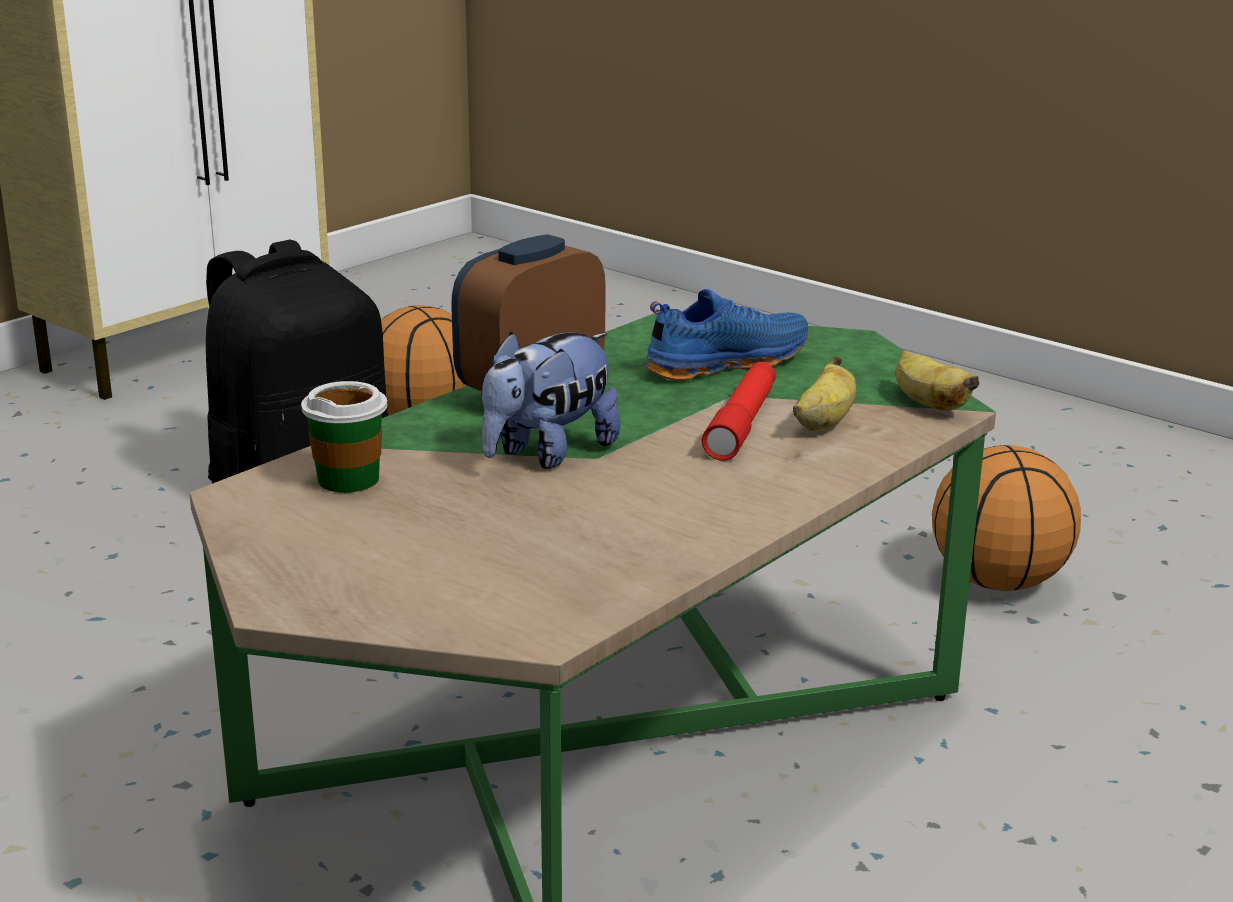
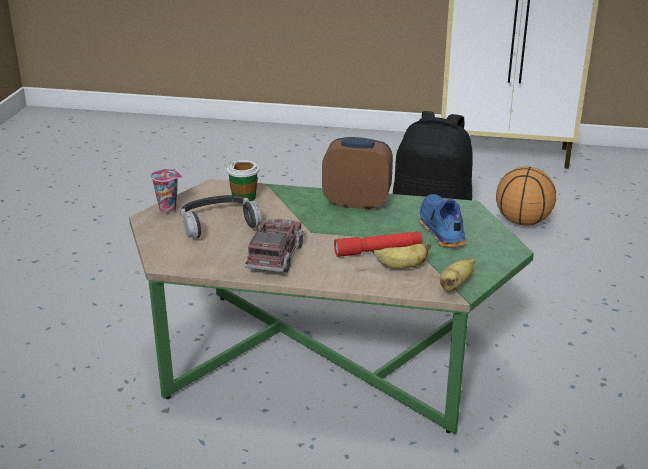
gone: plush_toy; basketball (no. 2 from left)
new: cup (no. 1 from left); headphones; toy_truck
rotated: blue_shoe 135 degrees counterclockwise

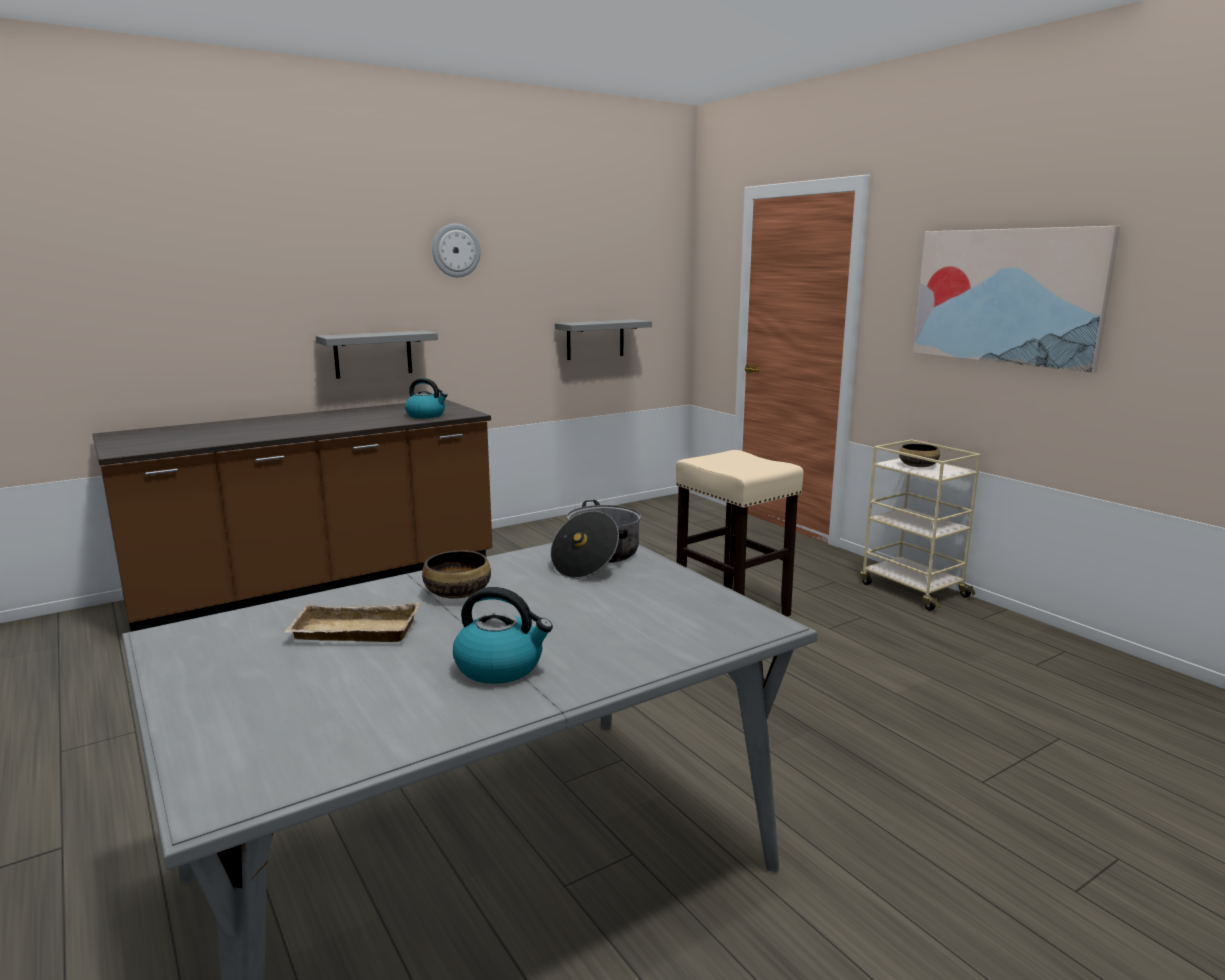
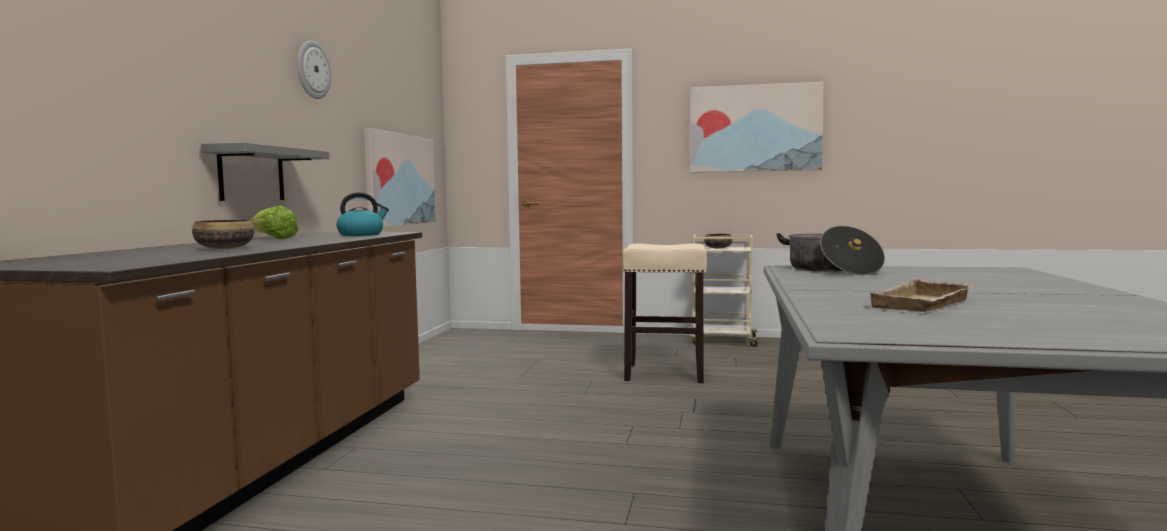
gone: kettle (no. 2 from left)
new: lettuce
shifted: bowl (no. 1 from left)
swapped: grey_shelf (no. 2 from left) to picture (no. 1 from left)

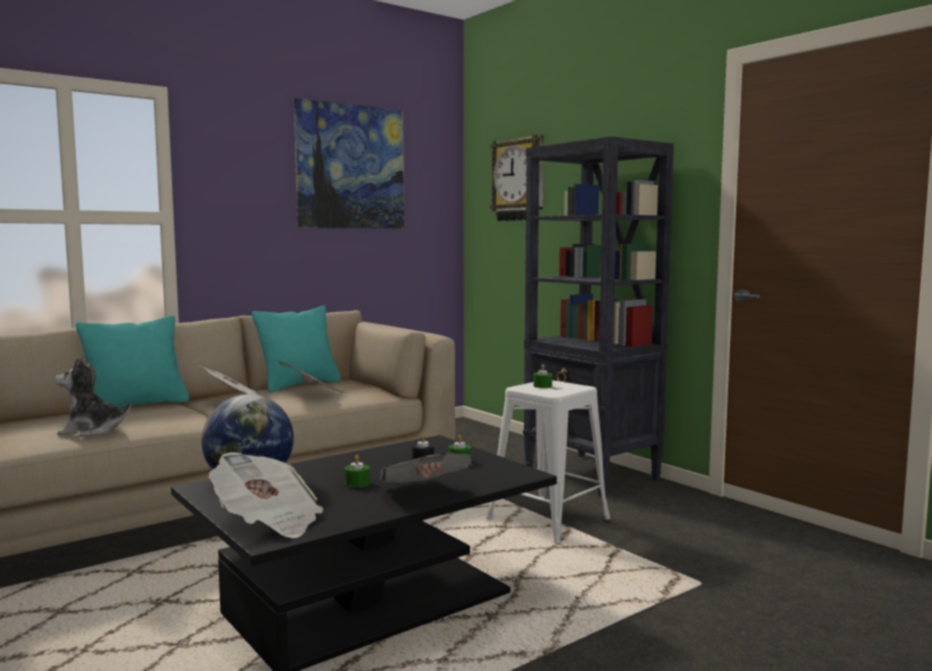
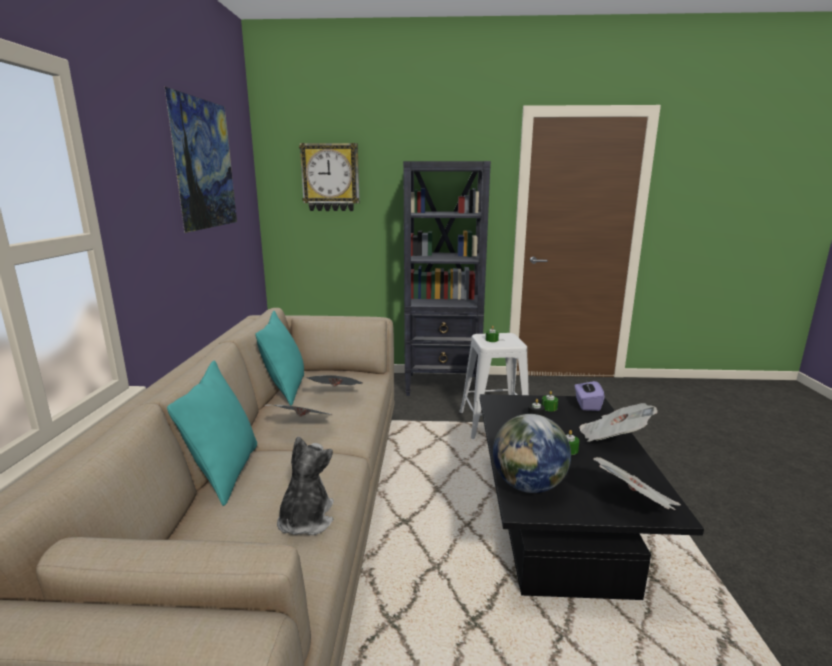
new: purple_tissue_box
rotated: plush_toy 150 degrees clockwise

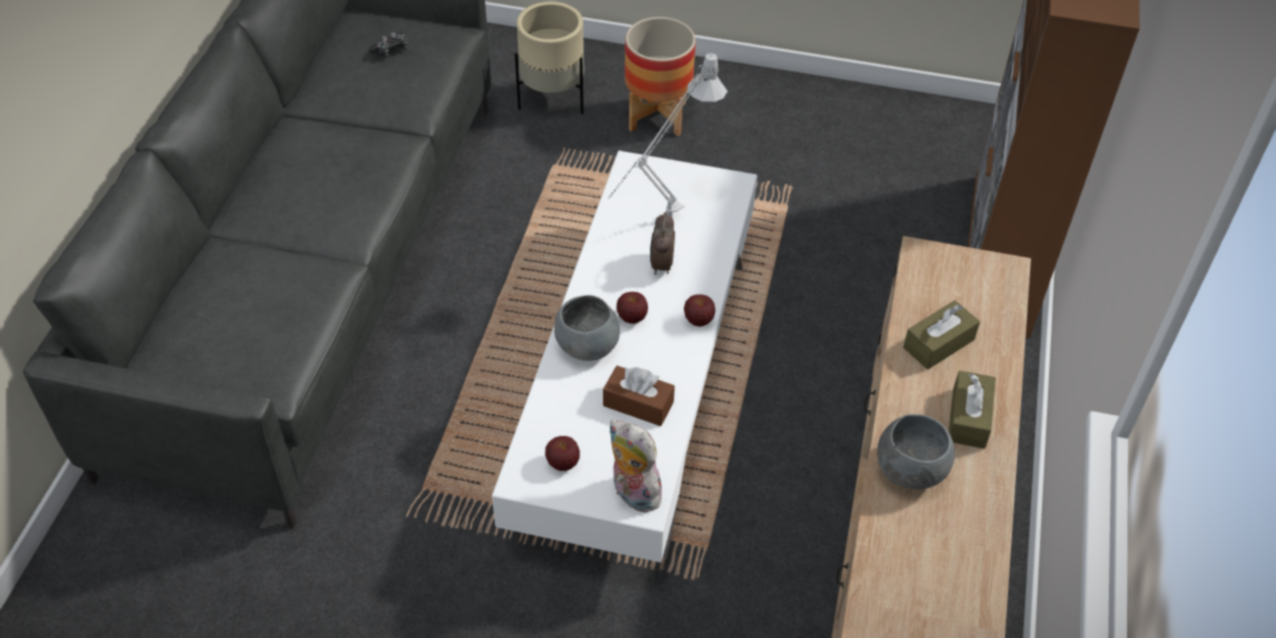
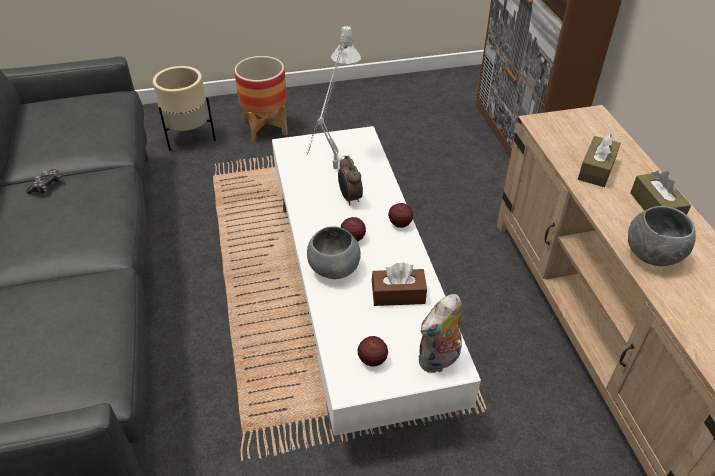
shifted: game_controller
rotated: plush_toy 60 degrees counterclockwise

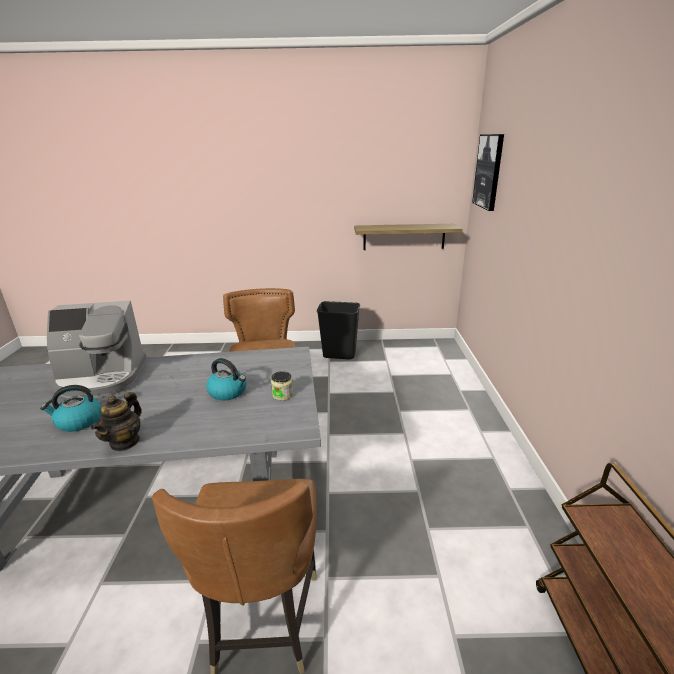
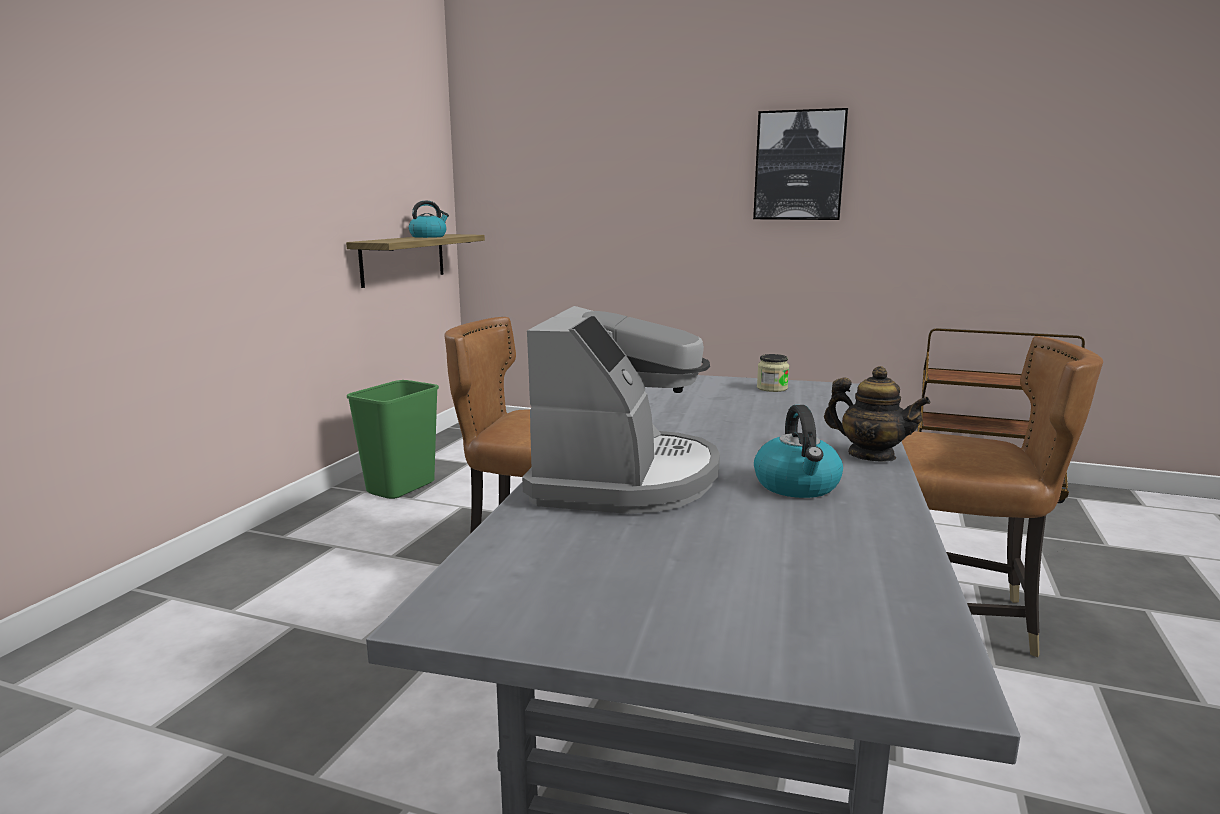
shifted: picture; kettle (no. 2 from left in the first image) to kettle (no. 1 from left)
repainted: black_trash_can to green_trash_can

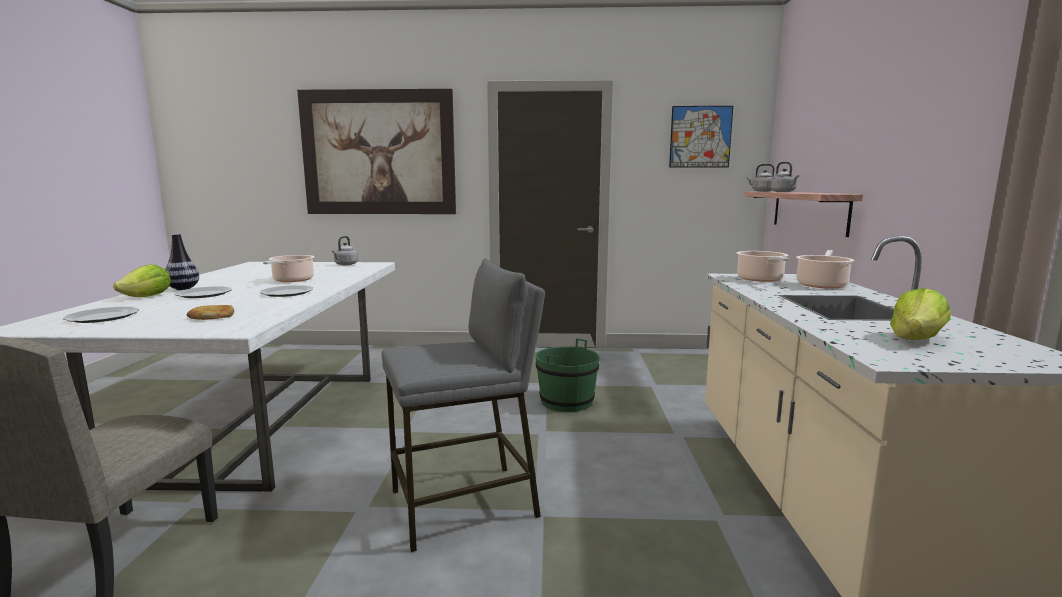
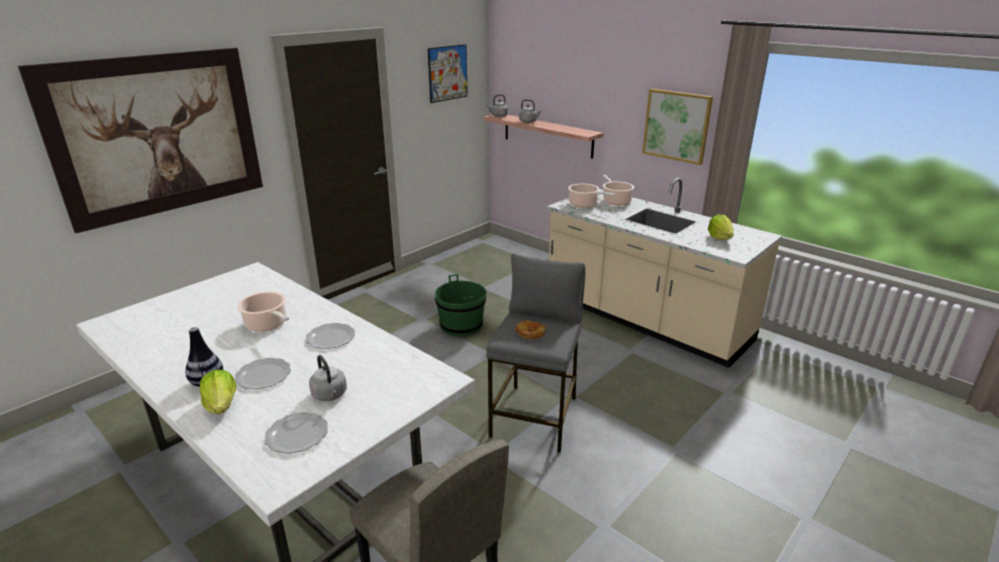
new: picture (no. 3 from left)
shifted: grey_kettle (no. 1 from left); bread

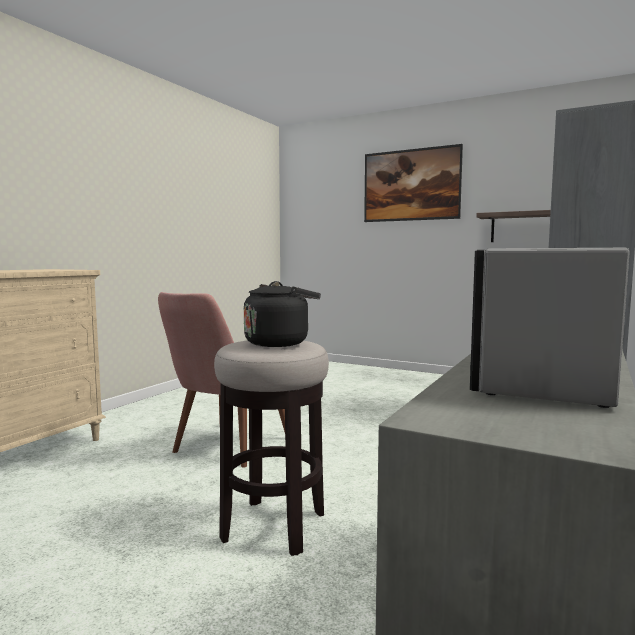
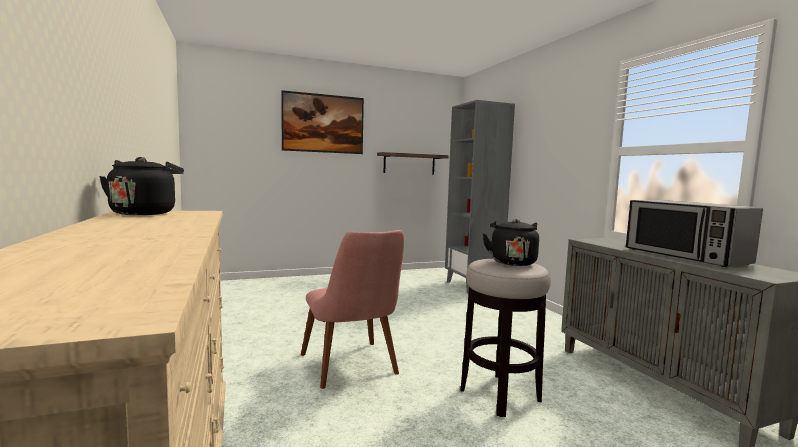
new: black_kettle (no. 1 from left)

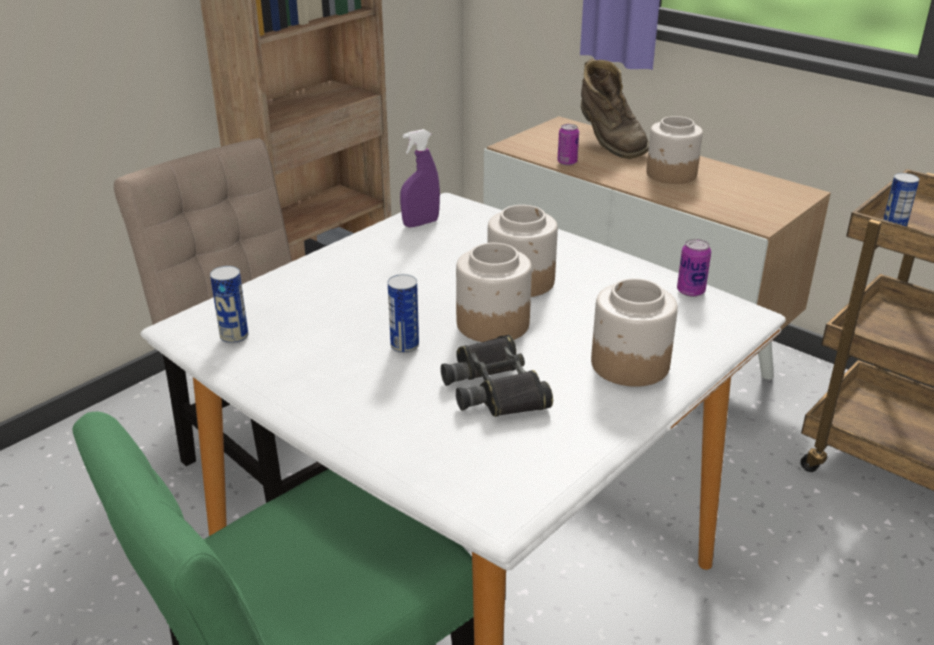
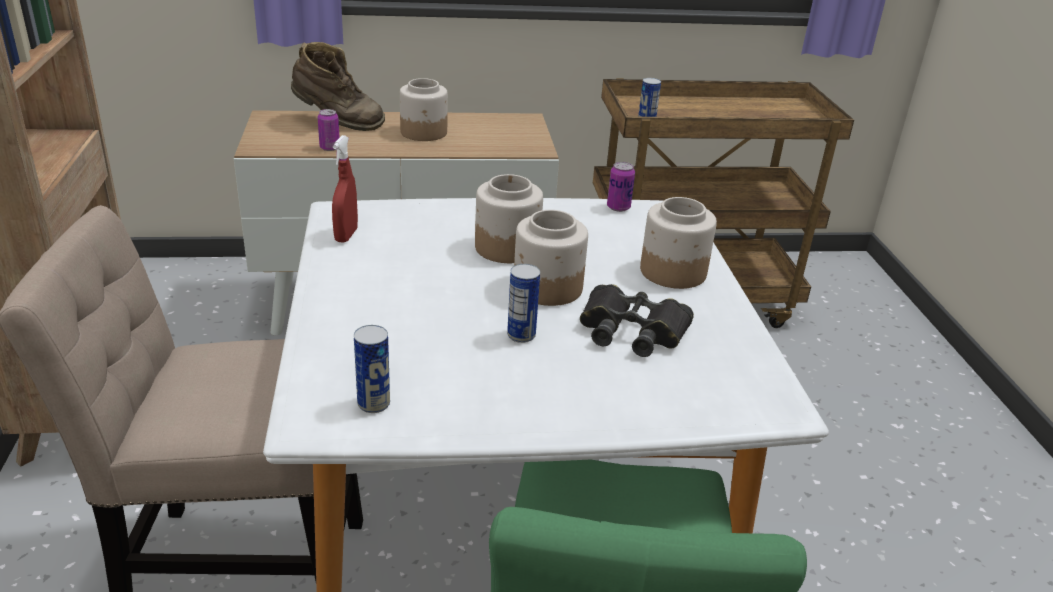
repainted: purple_spray_bottle to red_spray_bottle

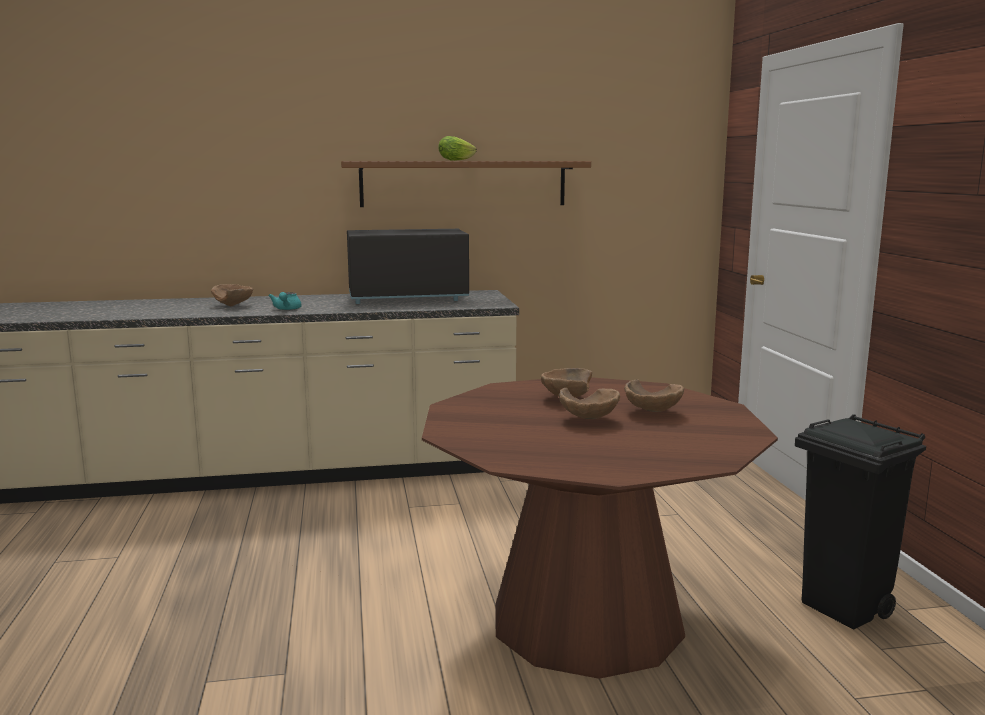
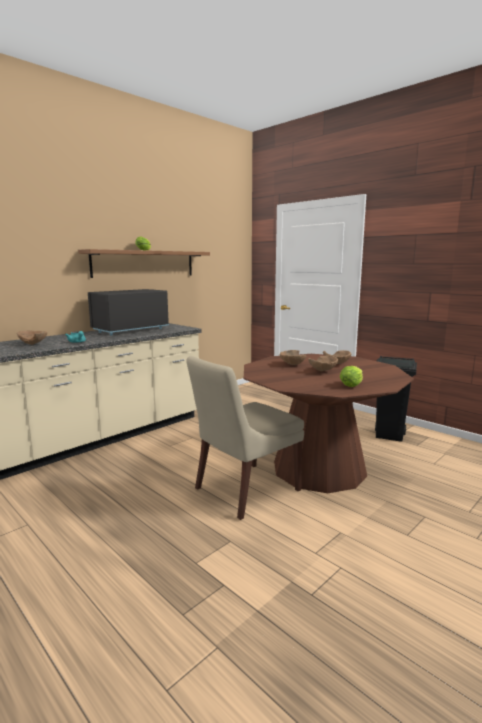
new: beige_chair; lettuce (no. 2 from left)

